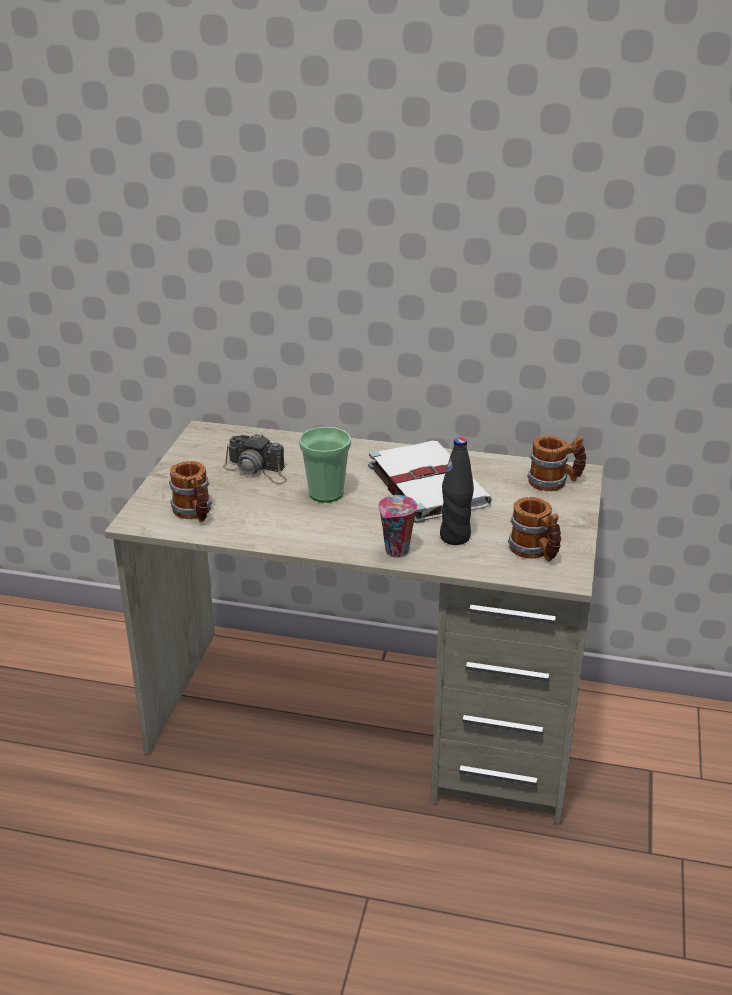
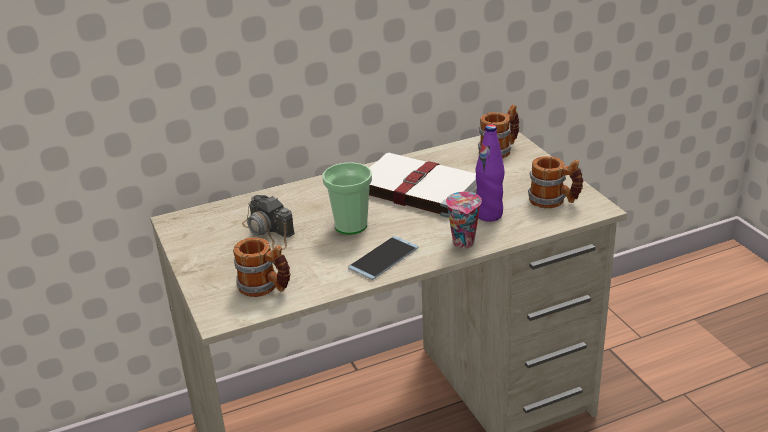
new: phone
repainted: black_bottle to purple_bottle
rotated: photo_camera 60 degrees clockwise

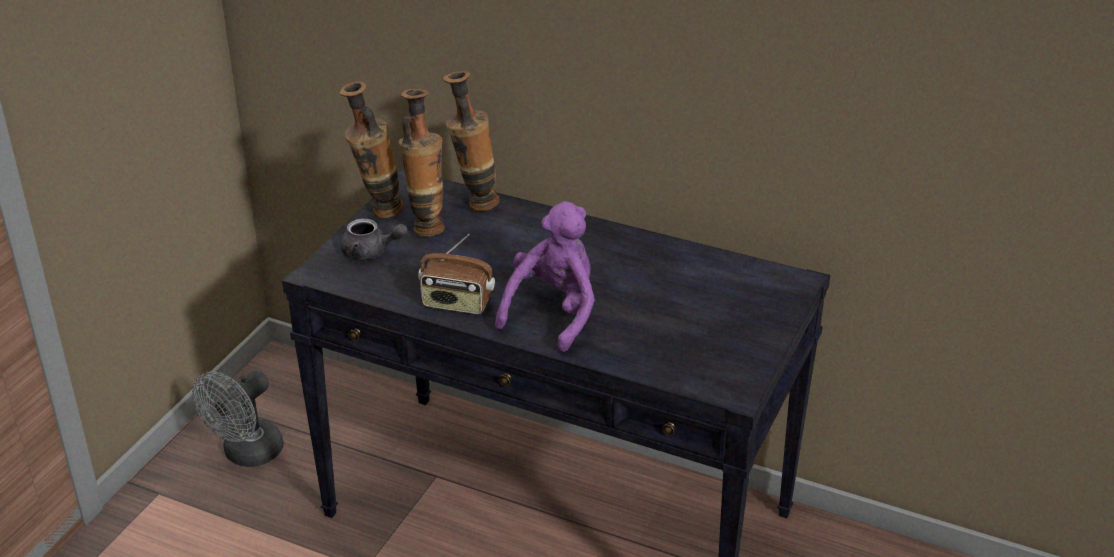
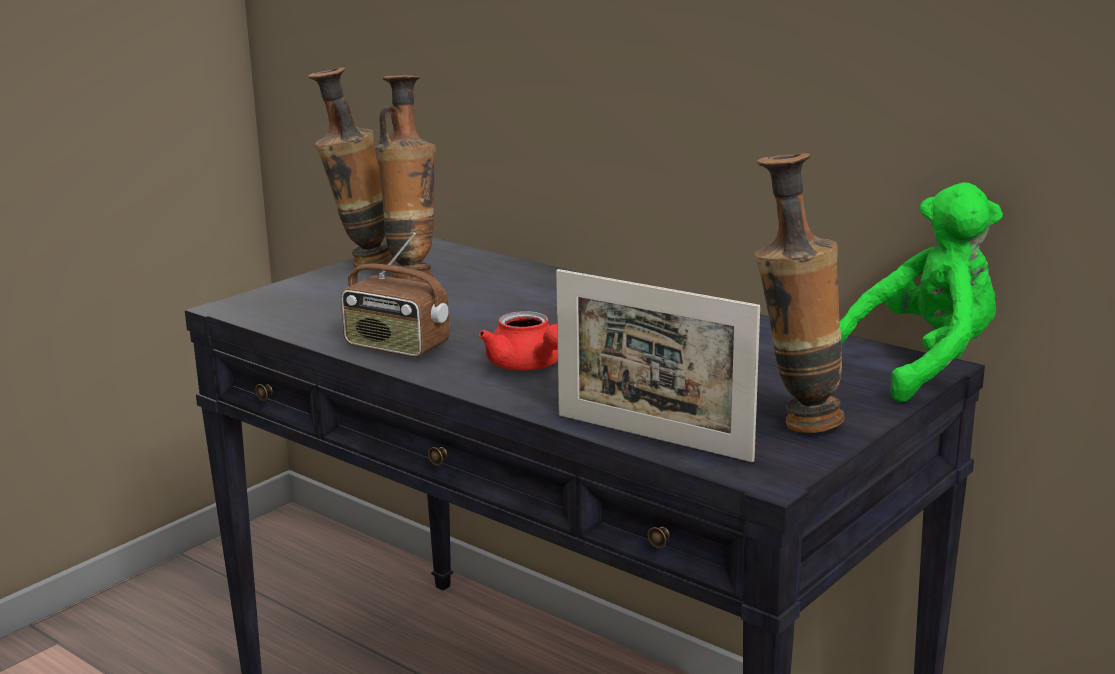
gone: grey_teapot; grey_fan
new: green_plush_toy; picture_frame
shifted: vase (no. 3 from left)
swapped: purple_plush_toy to red_teapot

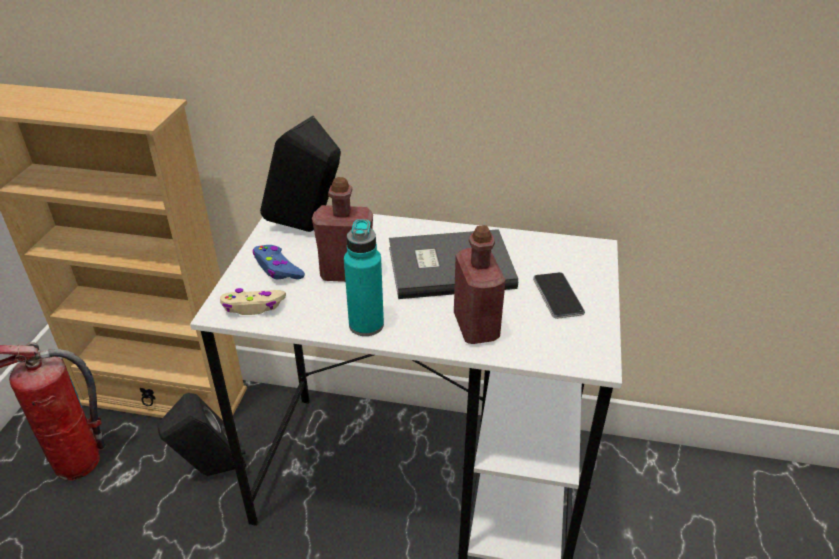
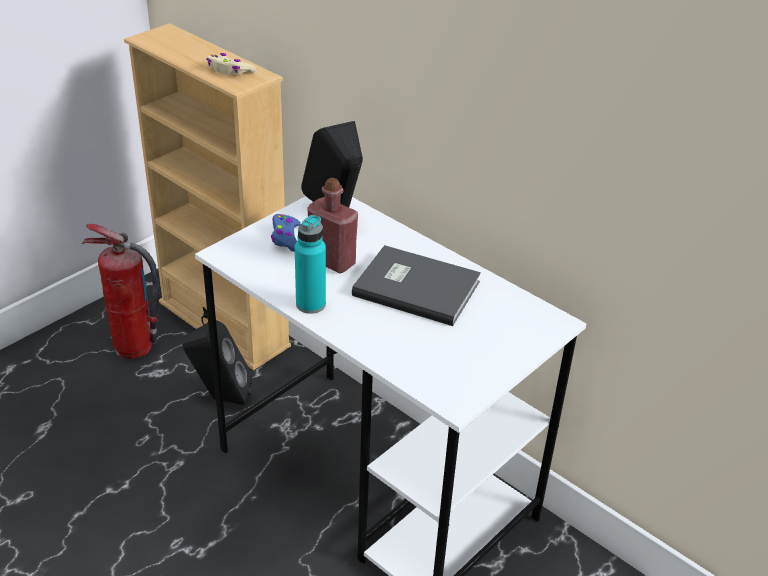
gone: red_bottle (no. 2 from left); phone
shifted: beige_game_controller

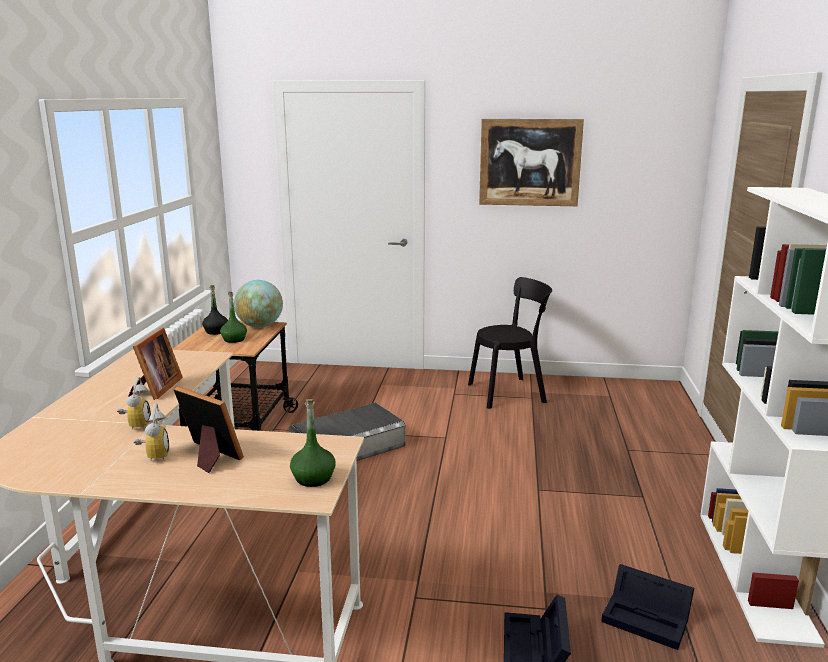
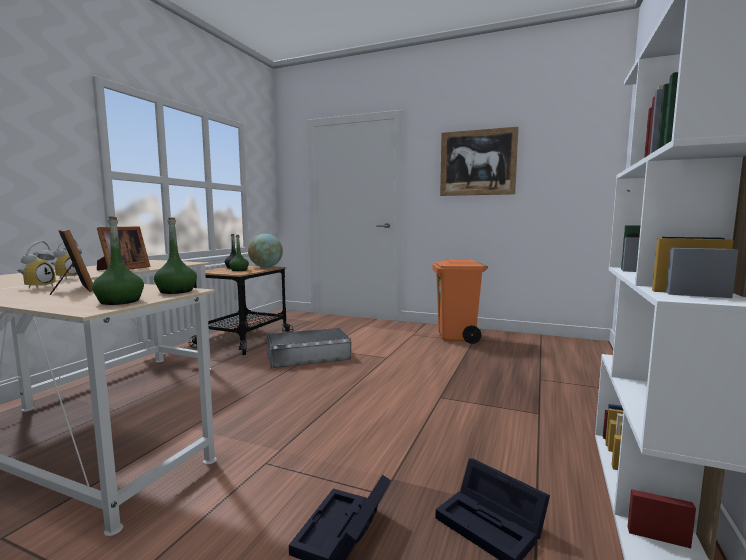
new: green_bottle (no. 2 from left)
swapped: black_chair to orange_trash_can

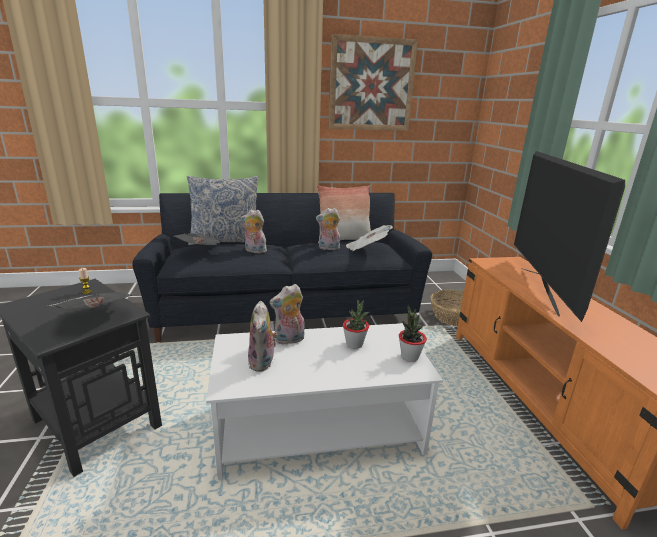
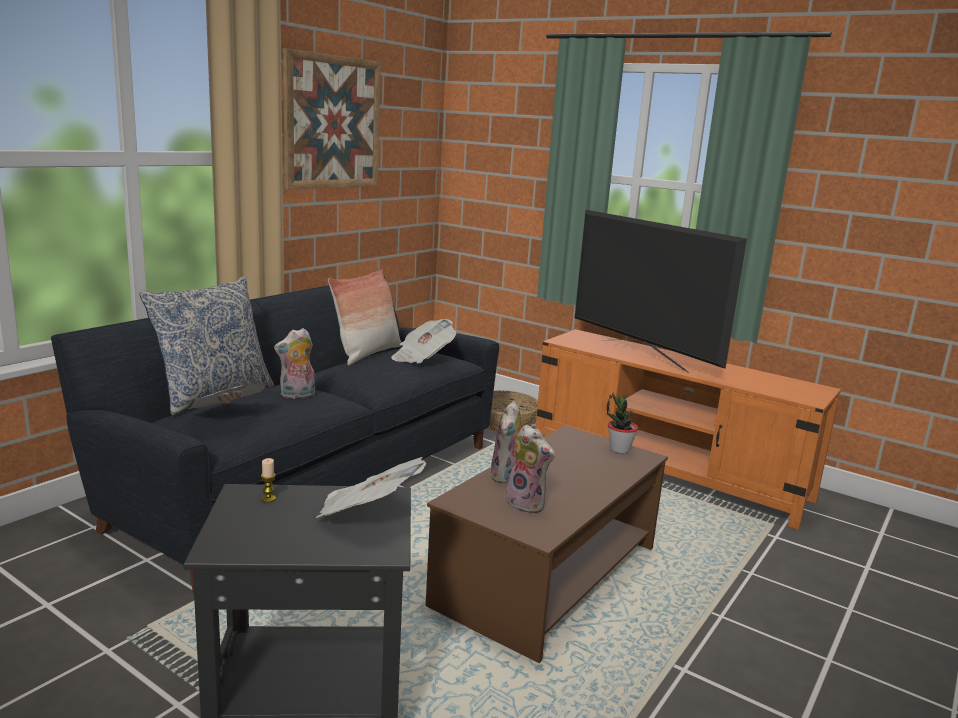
gone: plush_toy (no. 4 from left); potted_plant (no. 1 from left)
repainted: white_coffee_table to brown_coffee_table

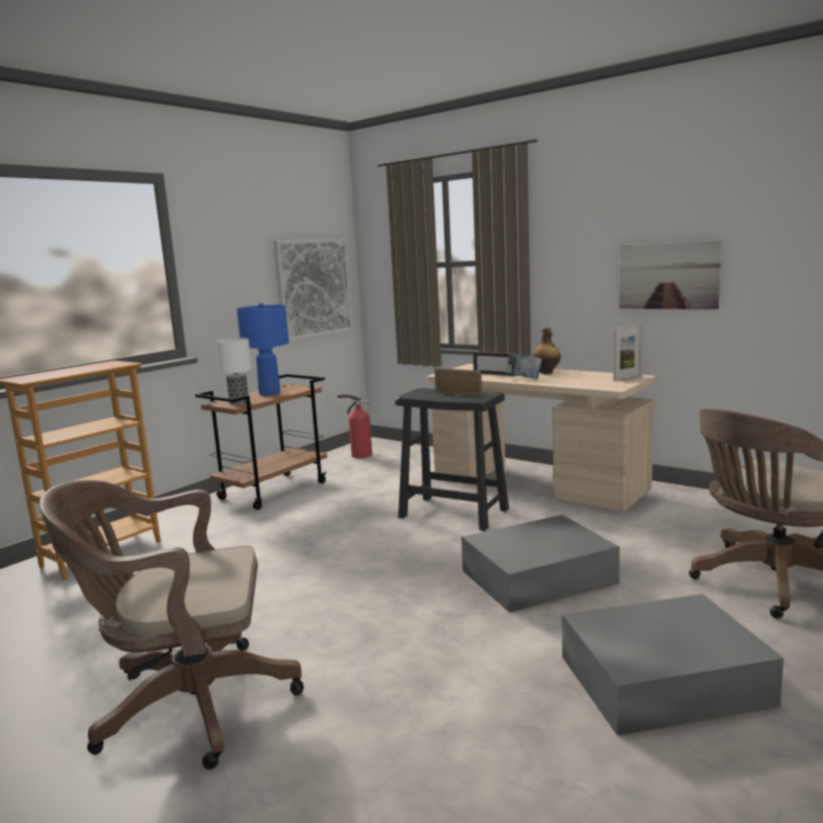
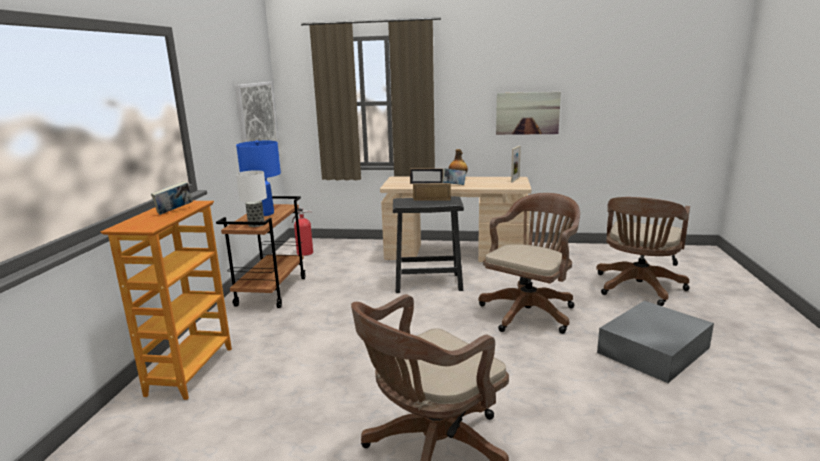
new: book (no. 1 from left)
swapped: grey_storage_box (no. 1 from left) to brown_office_chair (no. 2 from left)

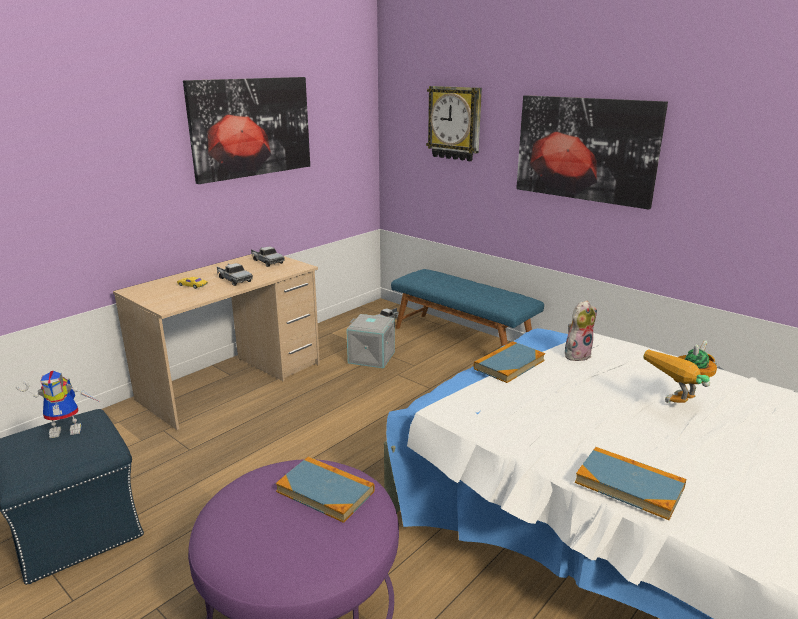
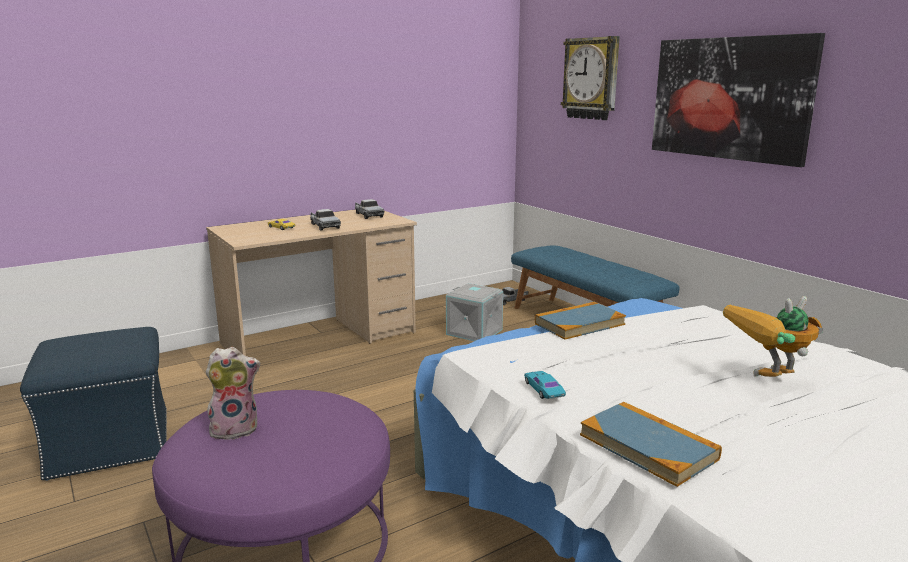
gone: picture (no. 1 from left); toy_robot (no. 1 from left); book (no. 1 from left)
new: turquoise_toy_car
shifted: plush_toy

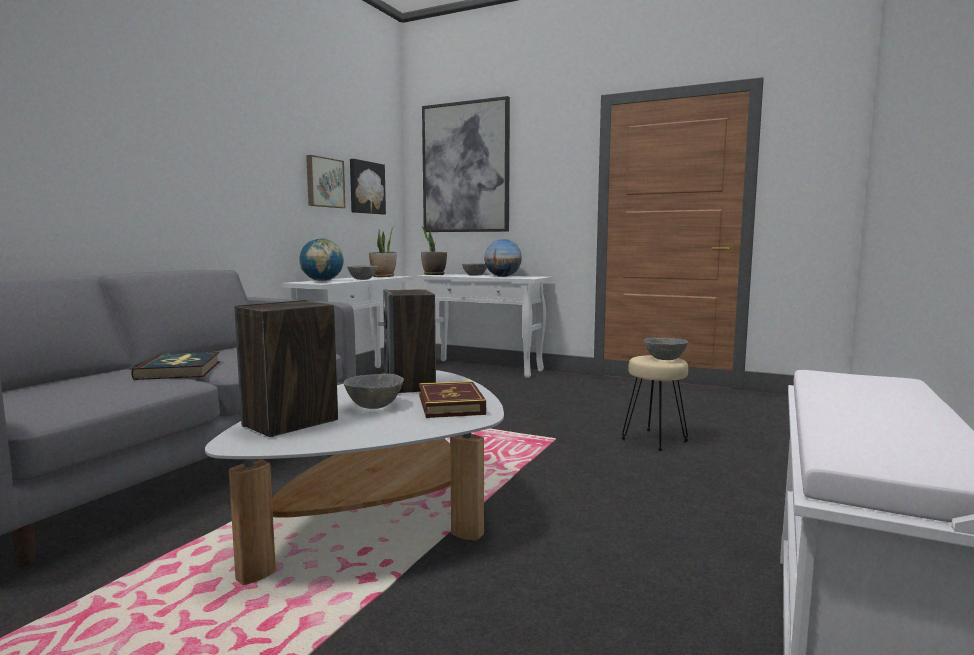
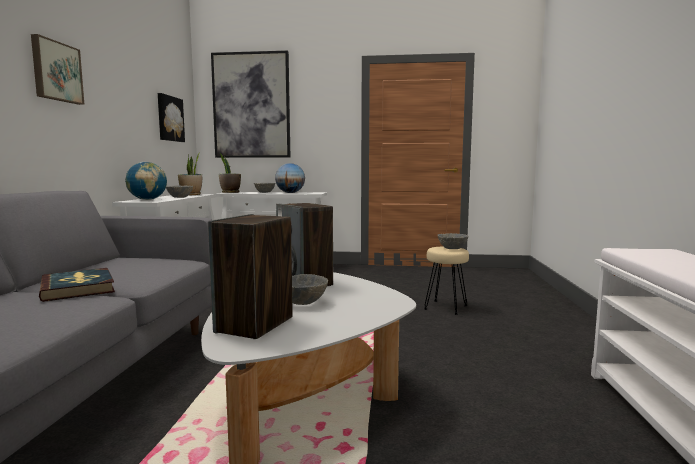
gone: book (no. 2 from left)
shifted: picture (no. 1 from left)

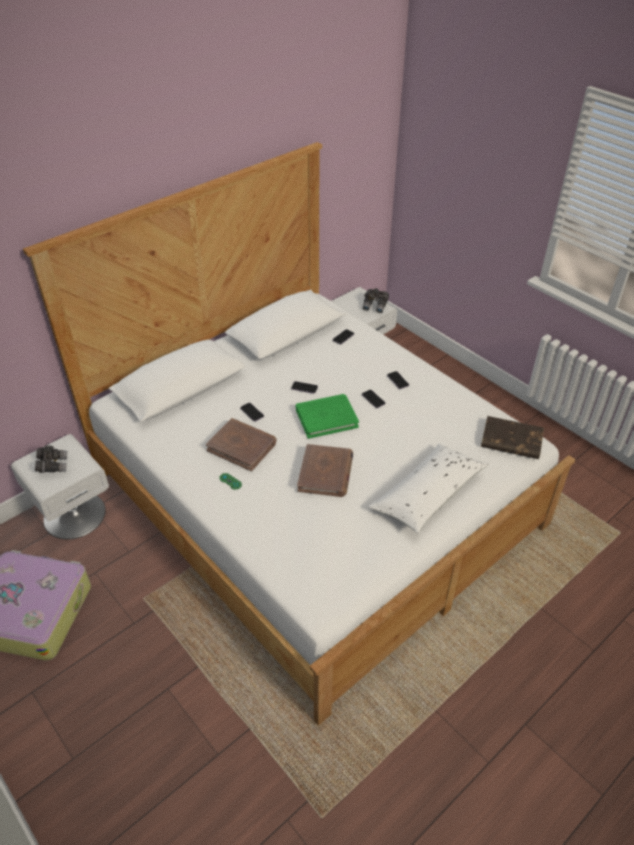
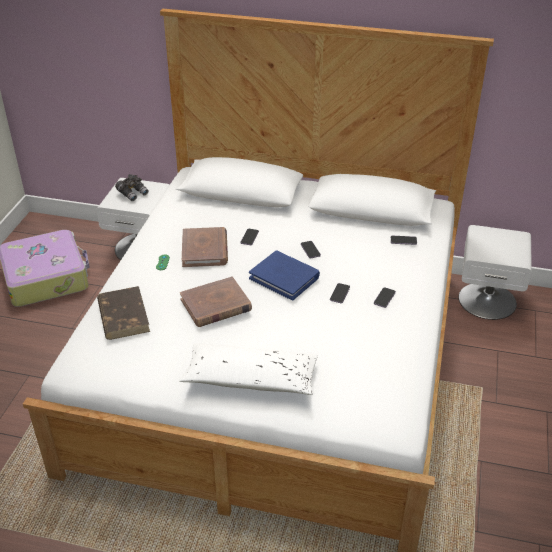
gone: grey_binoculars (no. 2 from left)
shifted: brown_book (no. 3 from left in the first image) to brown_book (no. 1 from left)
repainted: green_book to blue_book

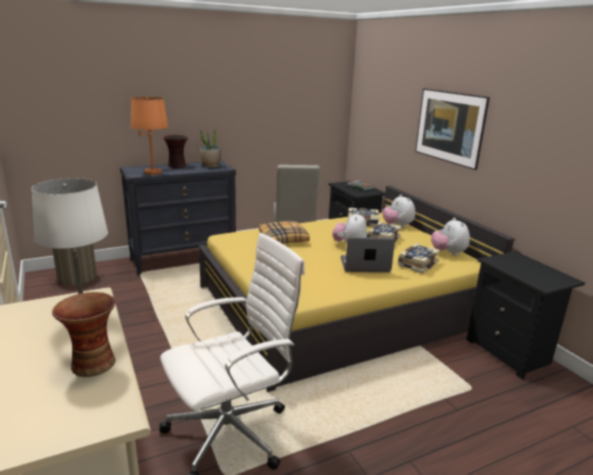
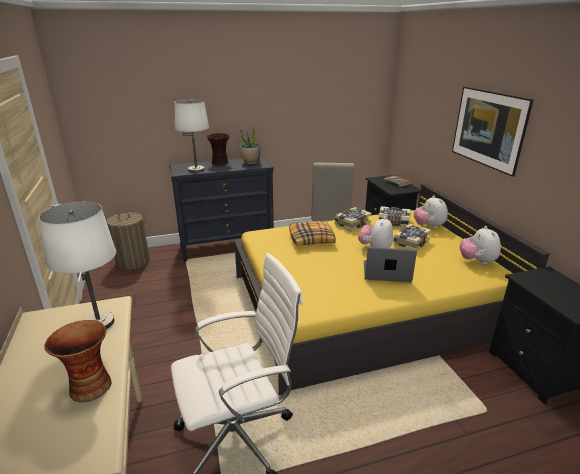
shifted: book (no. 4 from left in the first image) to book (no. 1 from left)
repainted: orange_table_lamp to white_table_lamp (no. 2 from left)

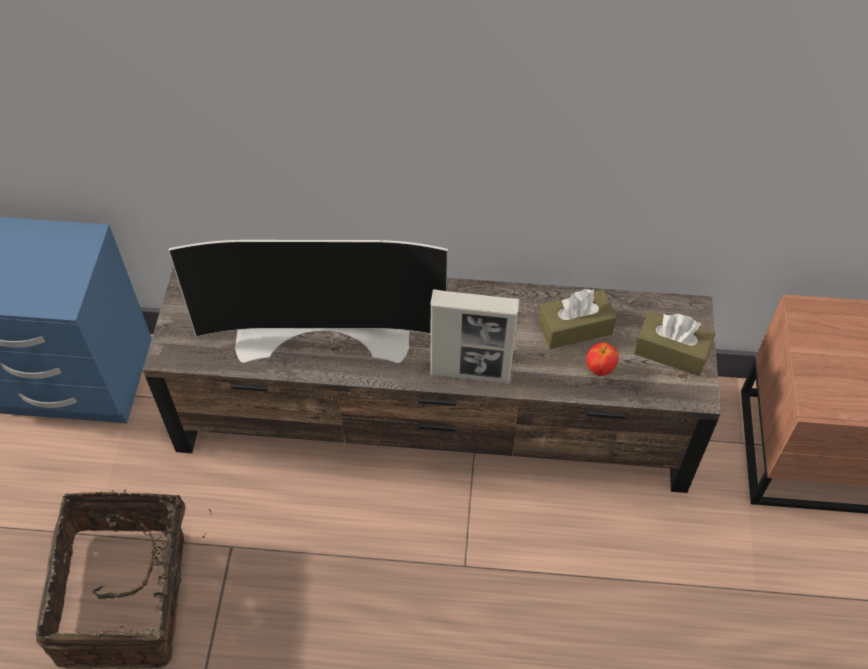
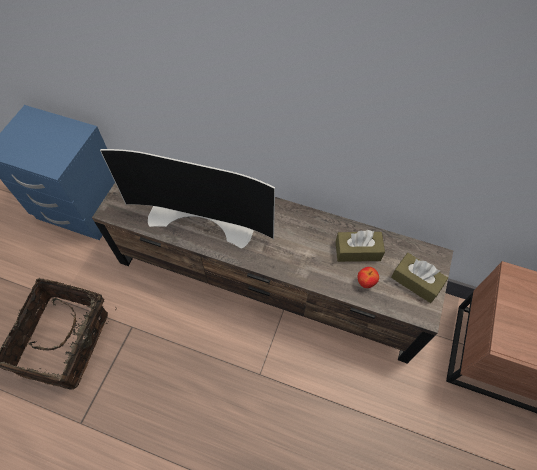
gone: picture_frame

